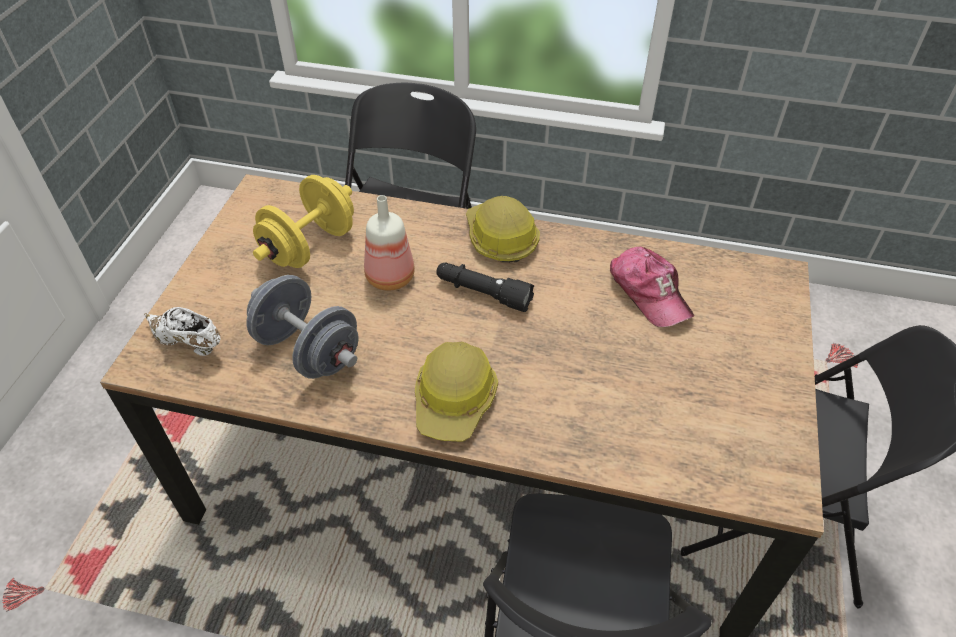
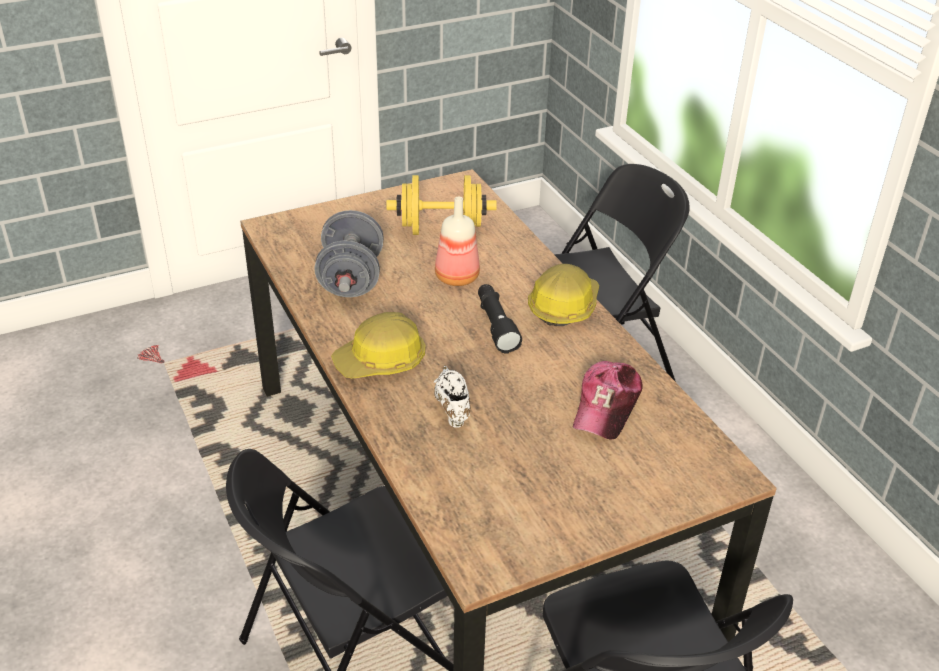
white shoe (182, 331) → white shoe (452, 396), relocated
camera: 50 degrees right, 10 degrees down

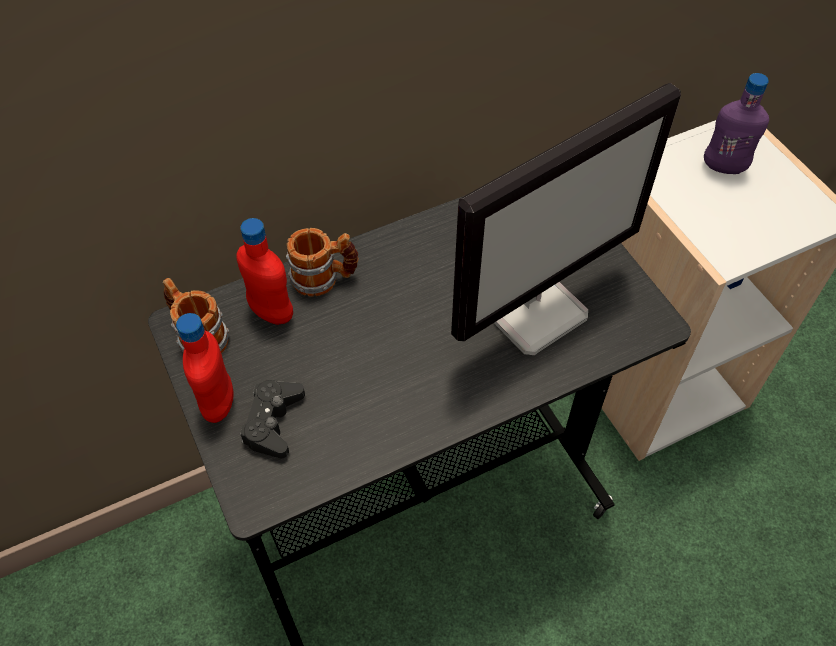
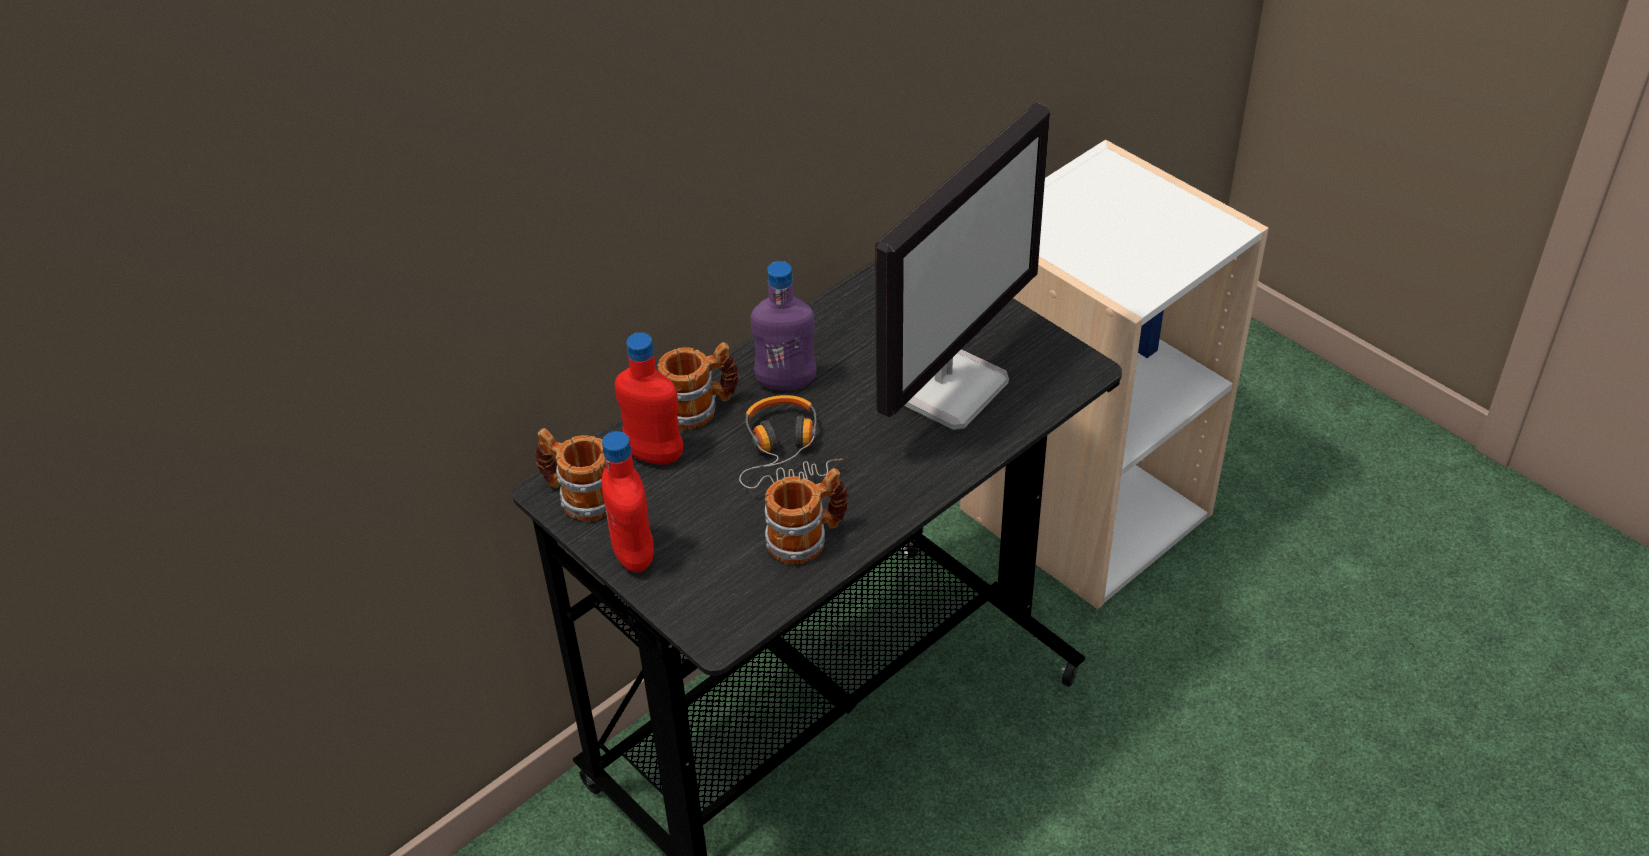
- → headphones (791, 442)
purple bottle (736, 123) → purple bottle (783, 326), relocated
- → mug (806, 516)
black game controller (272, 419) → -
camera: 15 degrees left, 10 degrees down

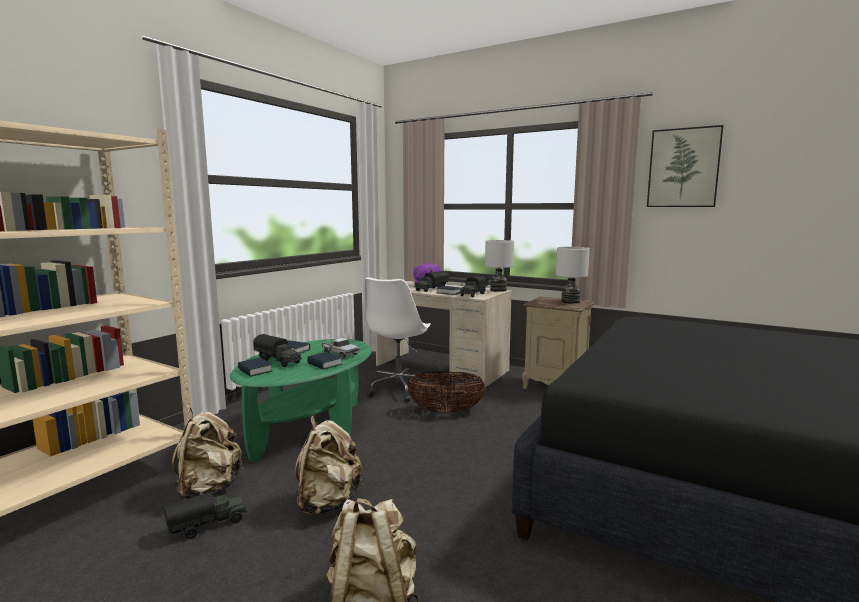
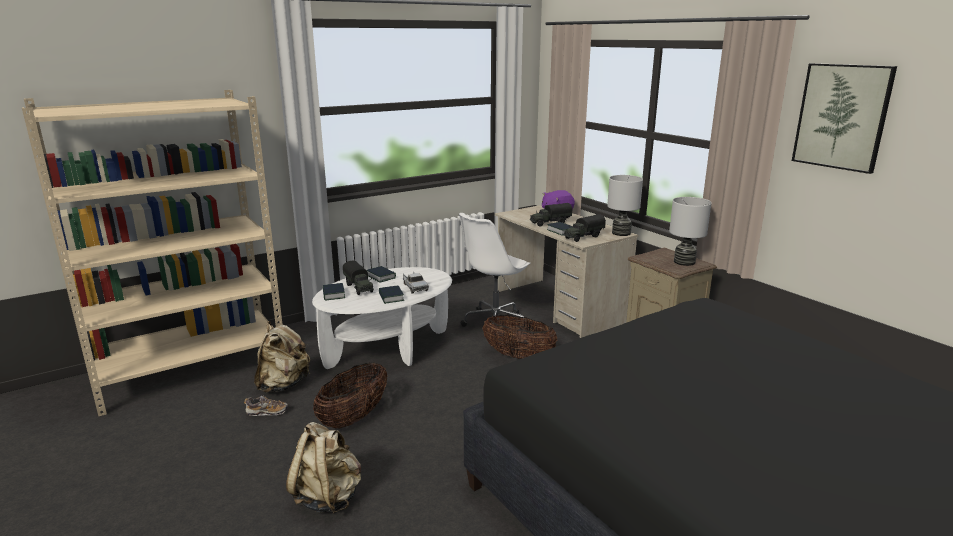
toy truck (205, 515) → shoe (266, 405)
green coffee table (301, 400) → white coffee table (382, 318)
beige backpack (329, 466) → basket (350, 396)
camera: 25 degrees right, 10 degrees up

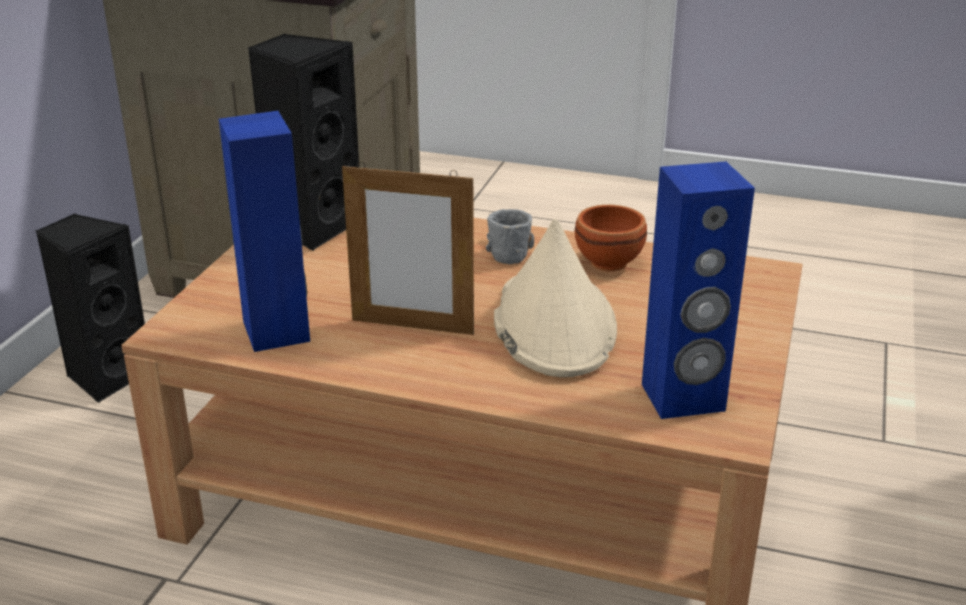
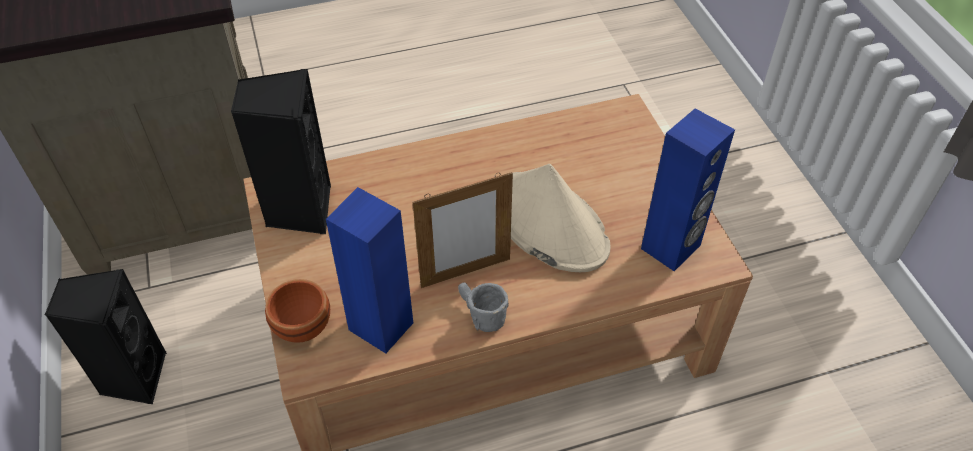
brown bowl (611, 238) → brown bowl (297, 311), relocated
grey mug (510, 236) → grey mug (483, 307), relocated
camera: 35 degrees left, 20 degrees up

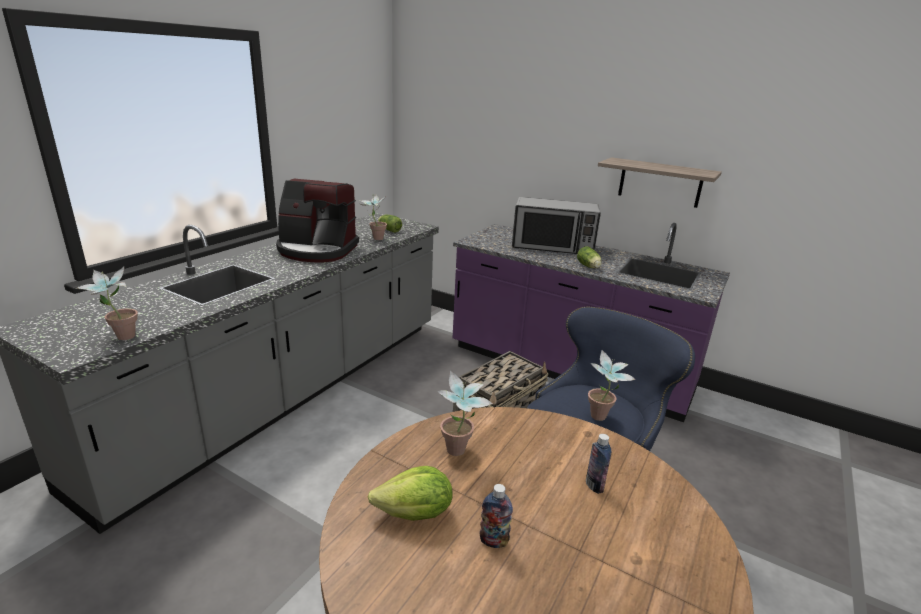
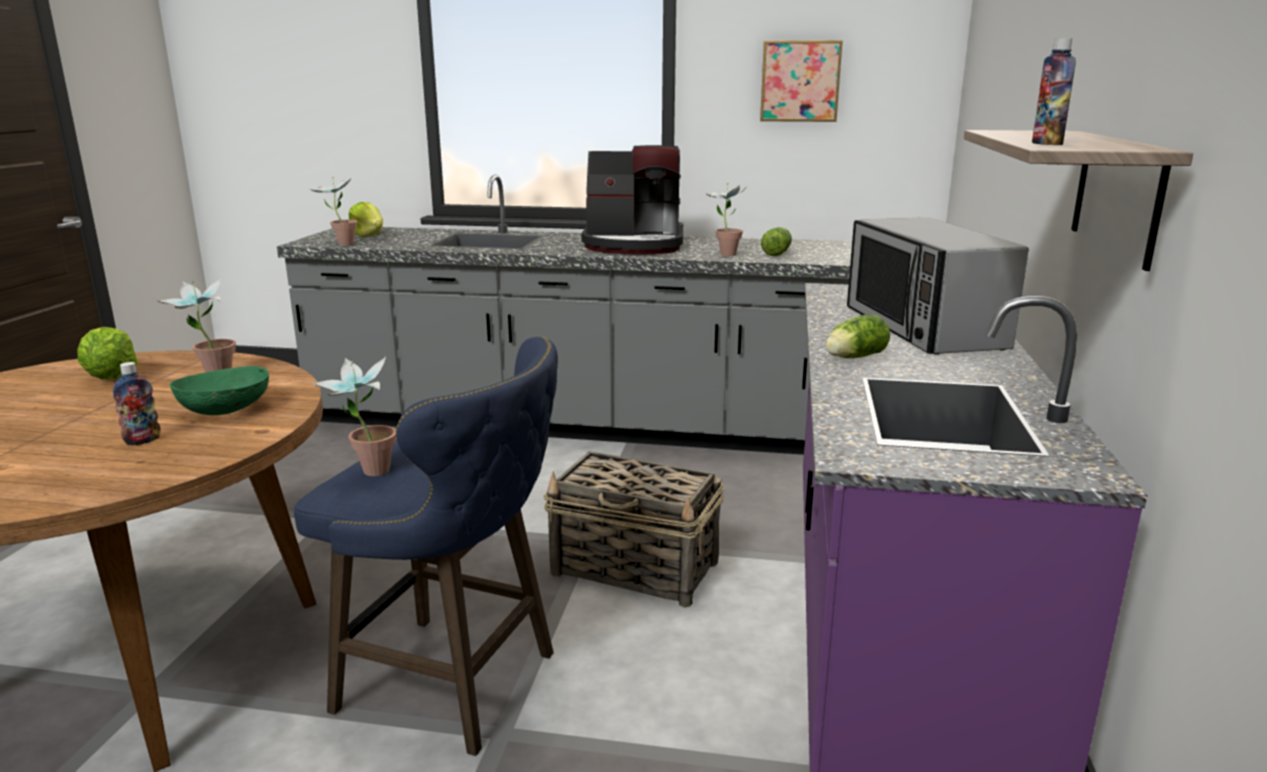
- → green bowl (219, 390)
- → lettuce (366, 219)
coffee machine (317, 221) → coffee machine (632, 199), 75 degrees counterclockwise
- → picture (801, 81)
bottle (496, 516) → bottle (1054, 91), relocated
camera: 70 degrees right, 5 degrees down

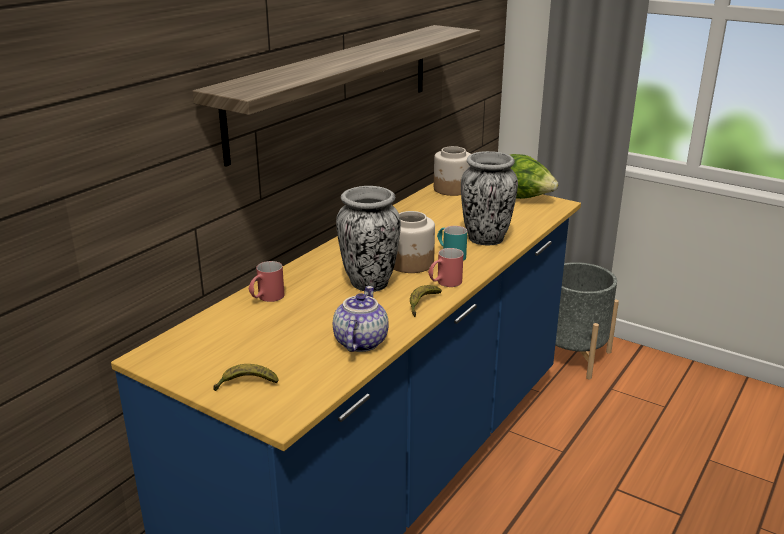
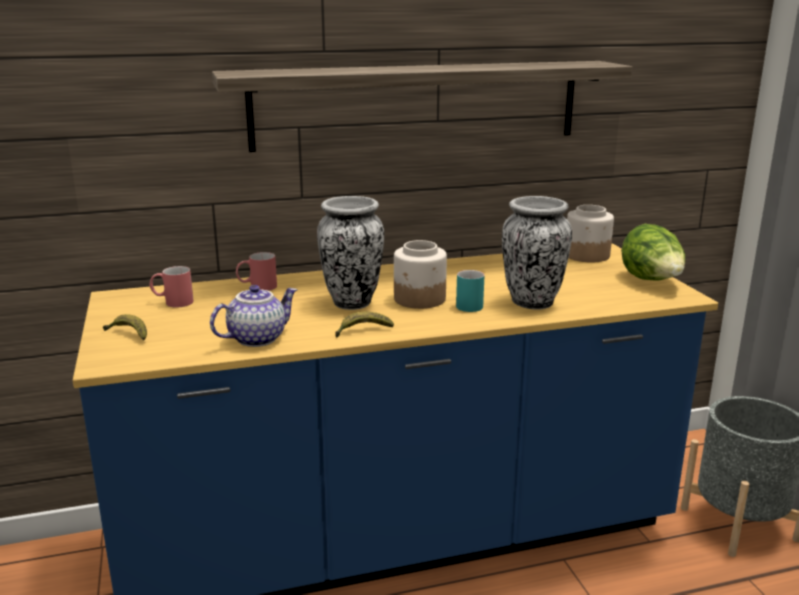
red mug (445, 267) → red mug (172, 287), relocated
camera: 40 degrees right, 5 degrees down

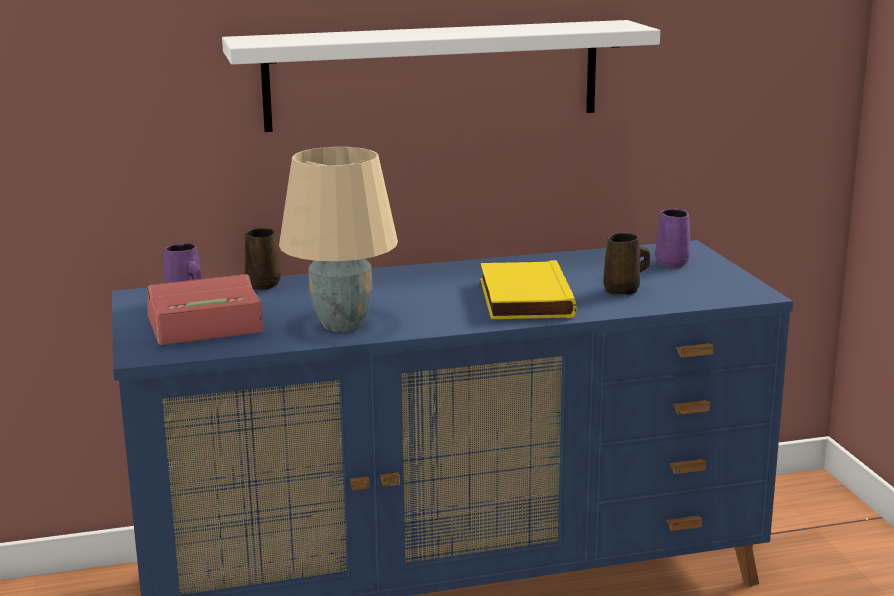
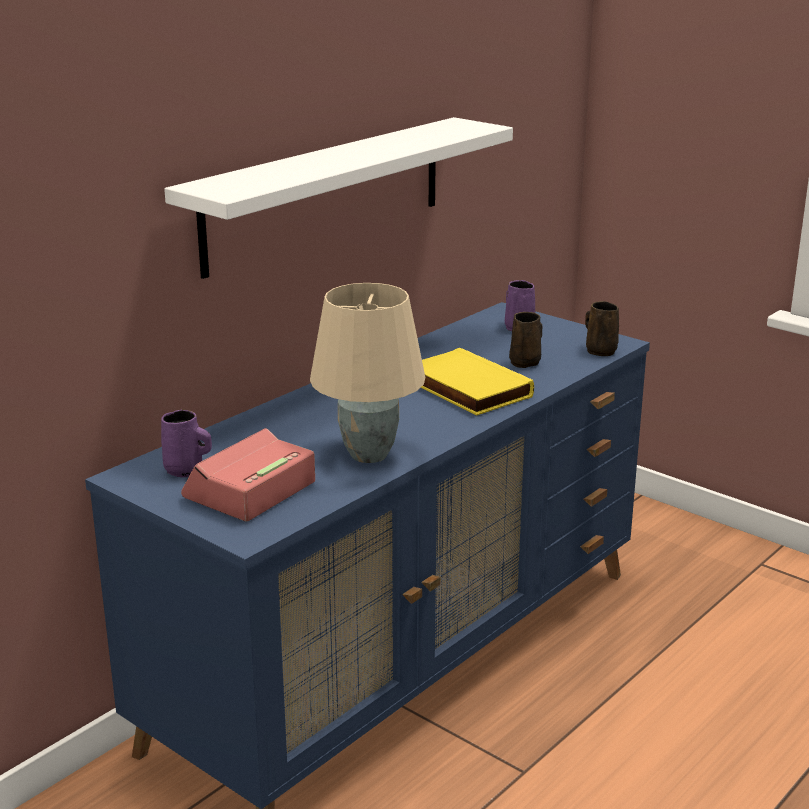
brown mug (263, 259) → brown mug (602, 328), relocated
camera: 35 degrees left, 5 degrees up

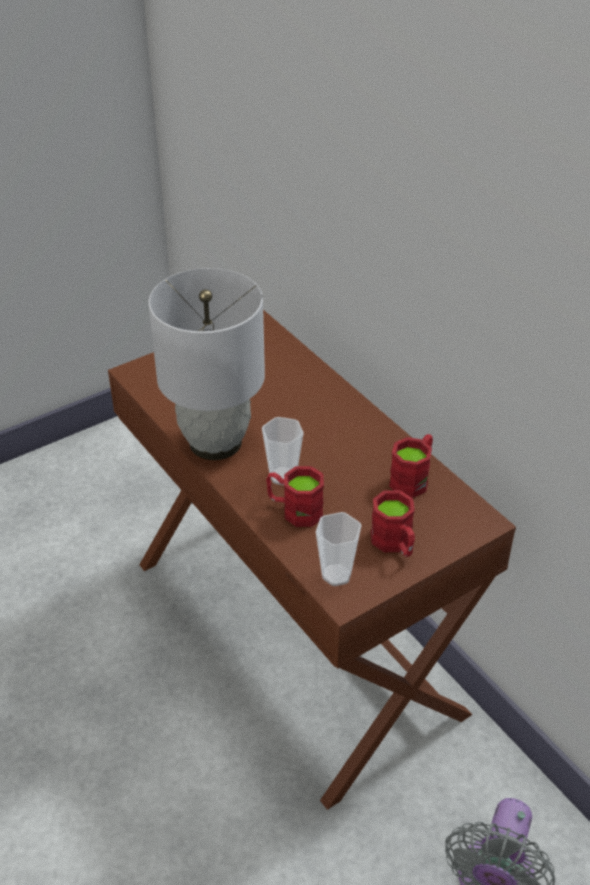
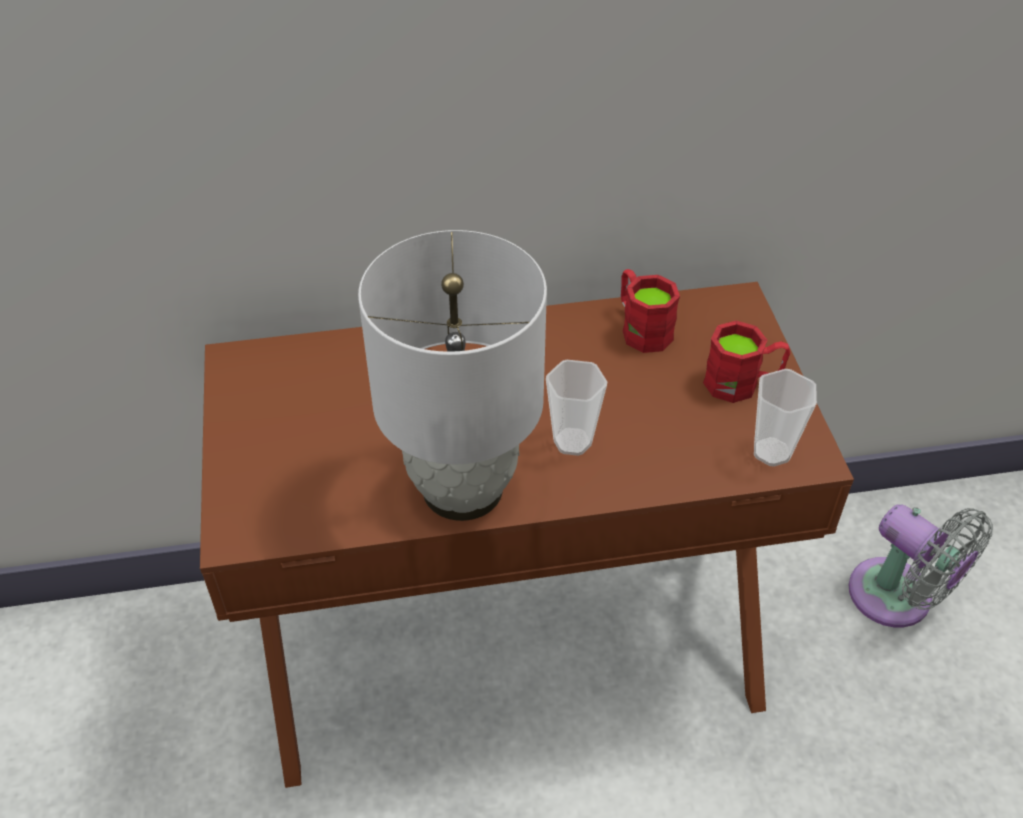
red mug (295, 496) → -
camera: 65 degrees left, 5 degrees up

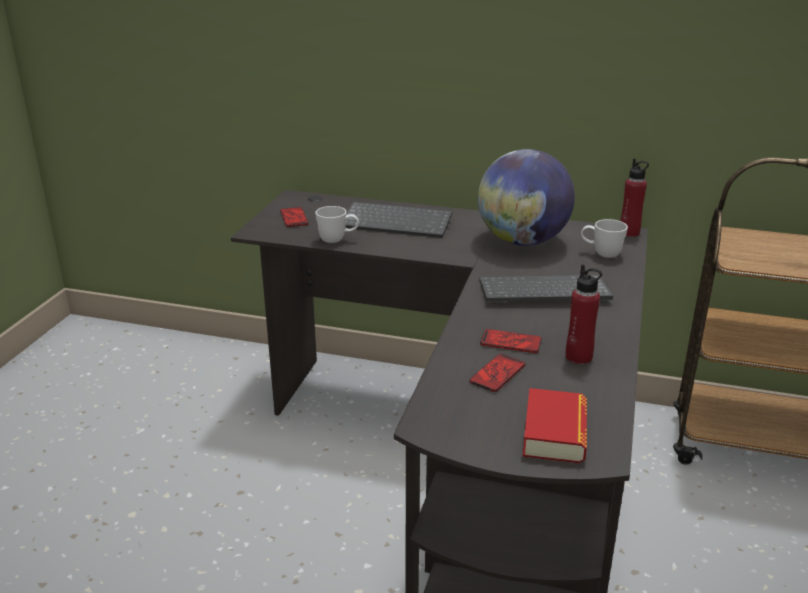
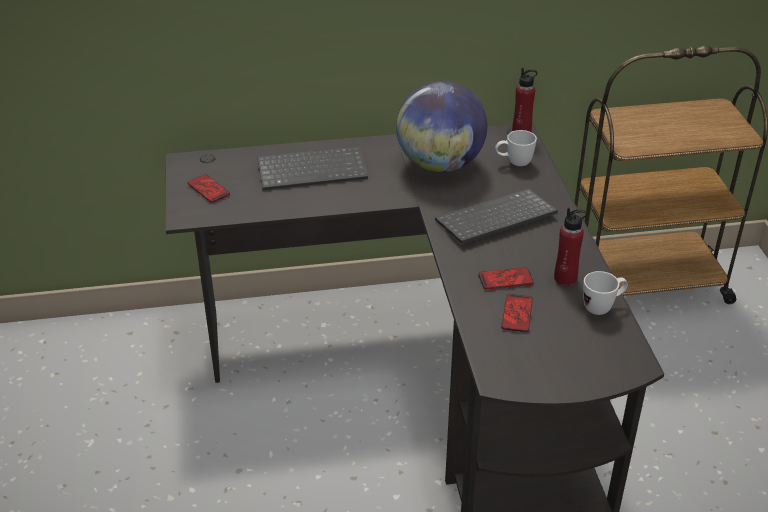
white mug (337, 224) → white mug (605, 293), relocated
book (555, 425) → -
camera: 25 degrees left, 10 degrees up

